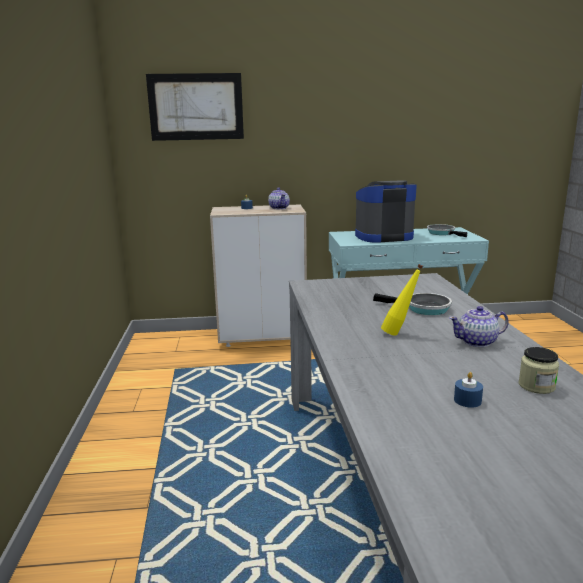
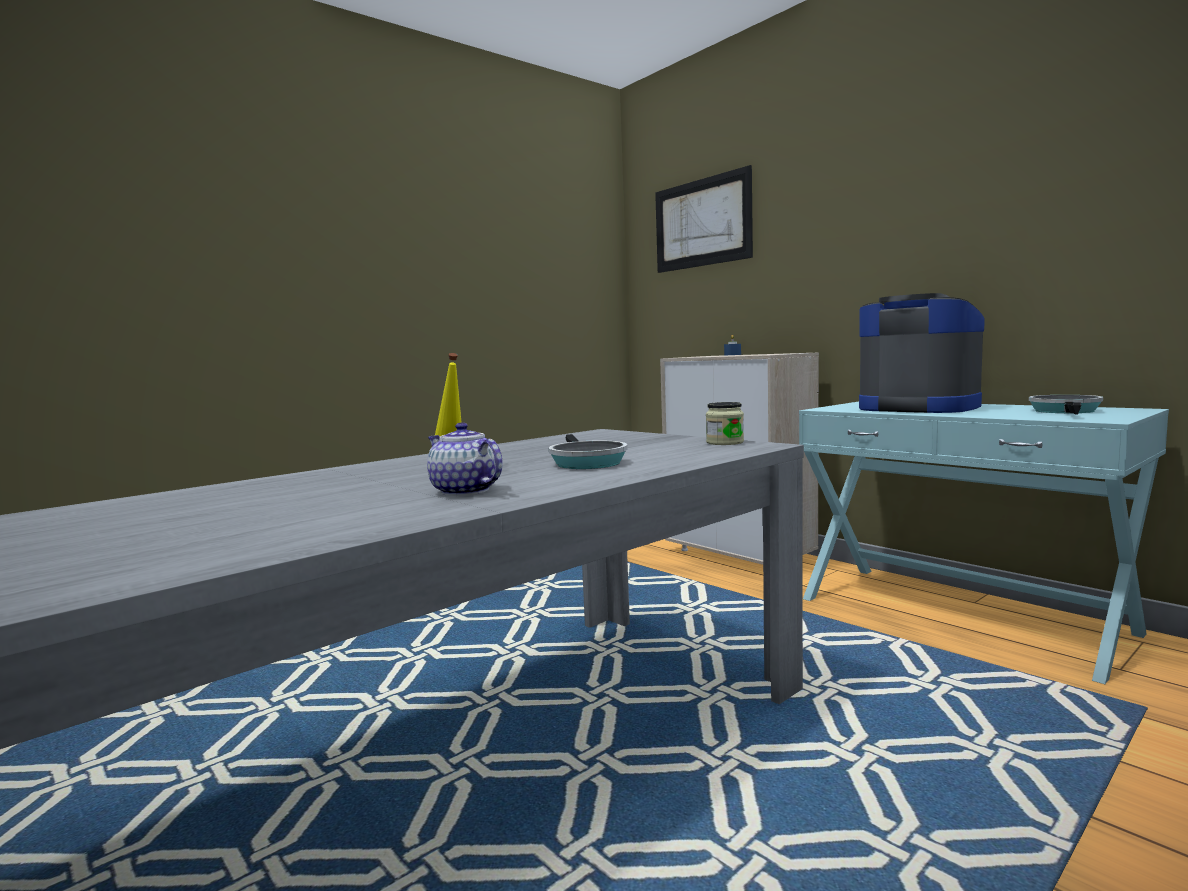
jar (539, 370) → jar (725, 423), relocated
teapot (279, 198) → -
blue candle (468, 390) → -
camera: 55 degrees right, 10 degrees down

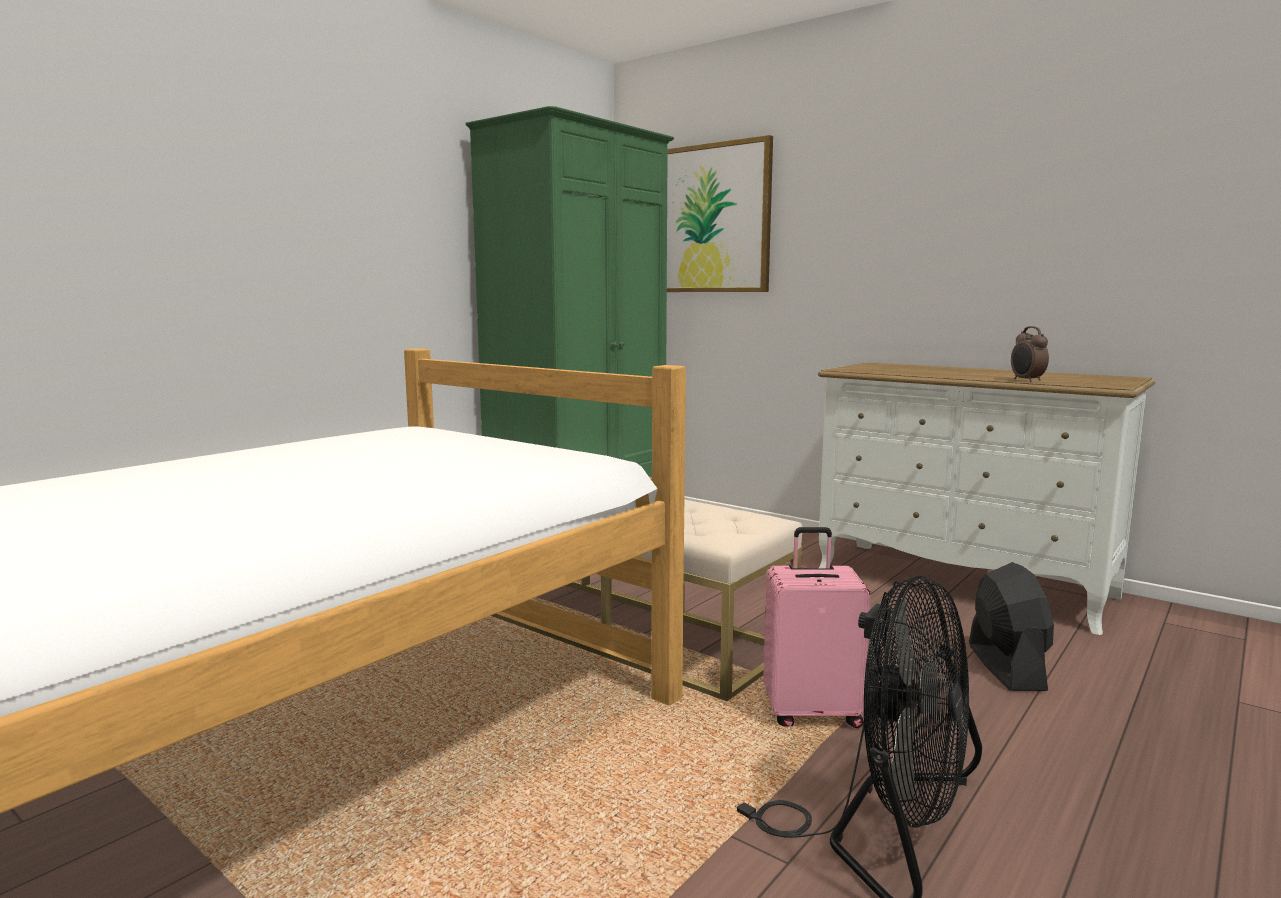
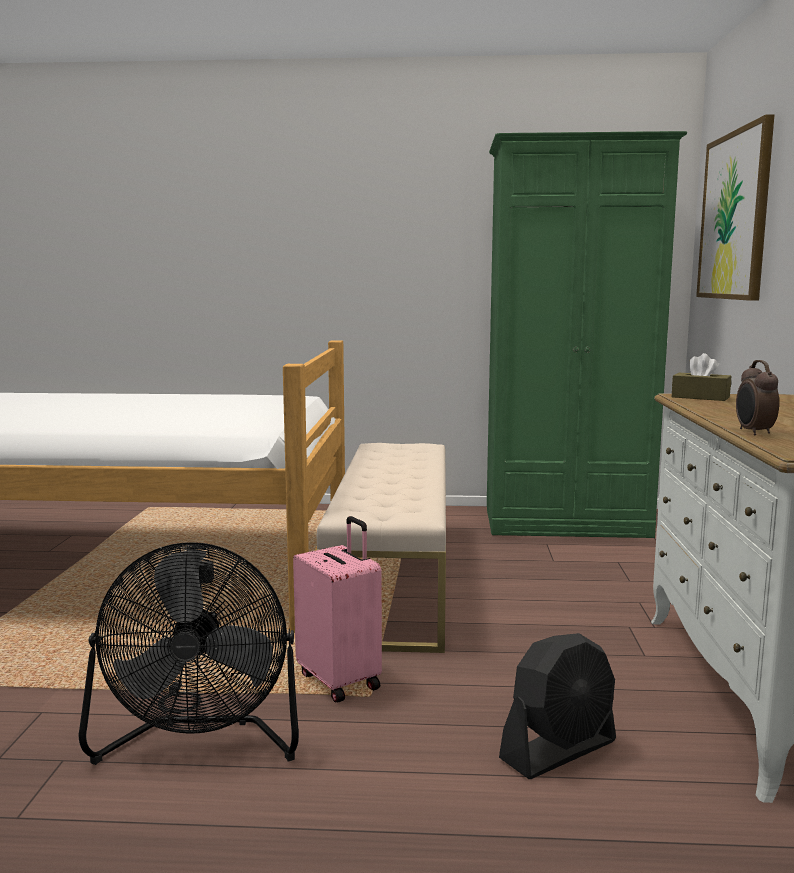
- → brown tissue box (701, 377)
alarm clock (1030, 354) → alarm clock (757, 398), 45 degrees counterclockwise
camera: 55 degrees right, 0 degrees up

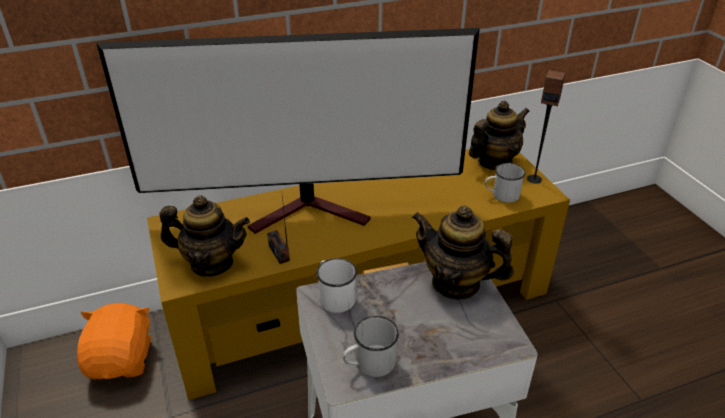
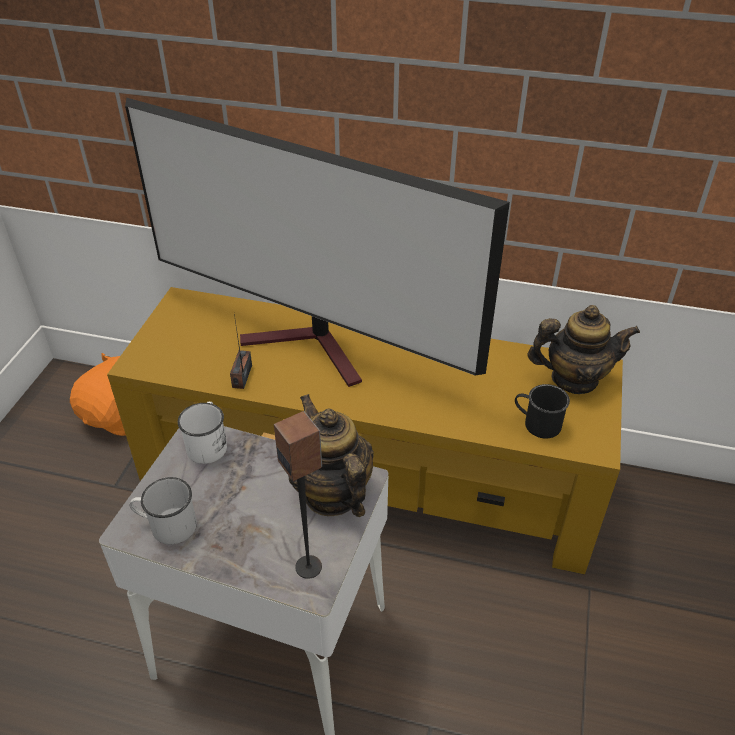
speaker (546, 127) → speaker (298, 495), relocated
white mug (505, 183) → black mug (542, 411)
teapot (205, 236) → -
camera: 35 degrees right, 5 degrees up

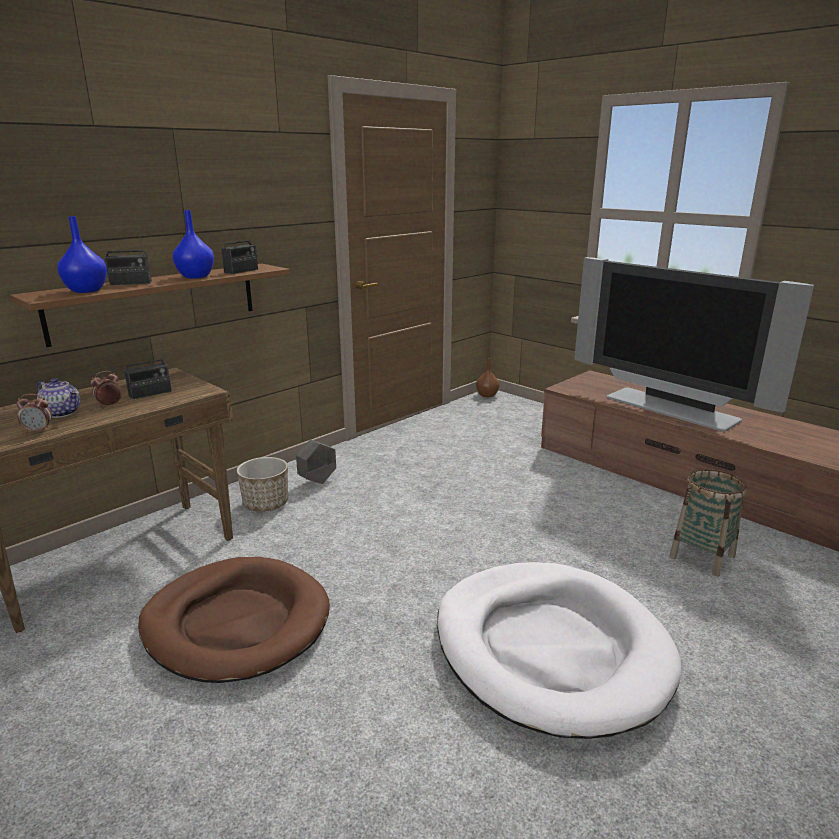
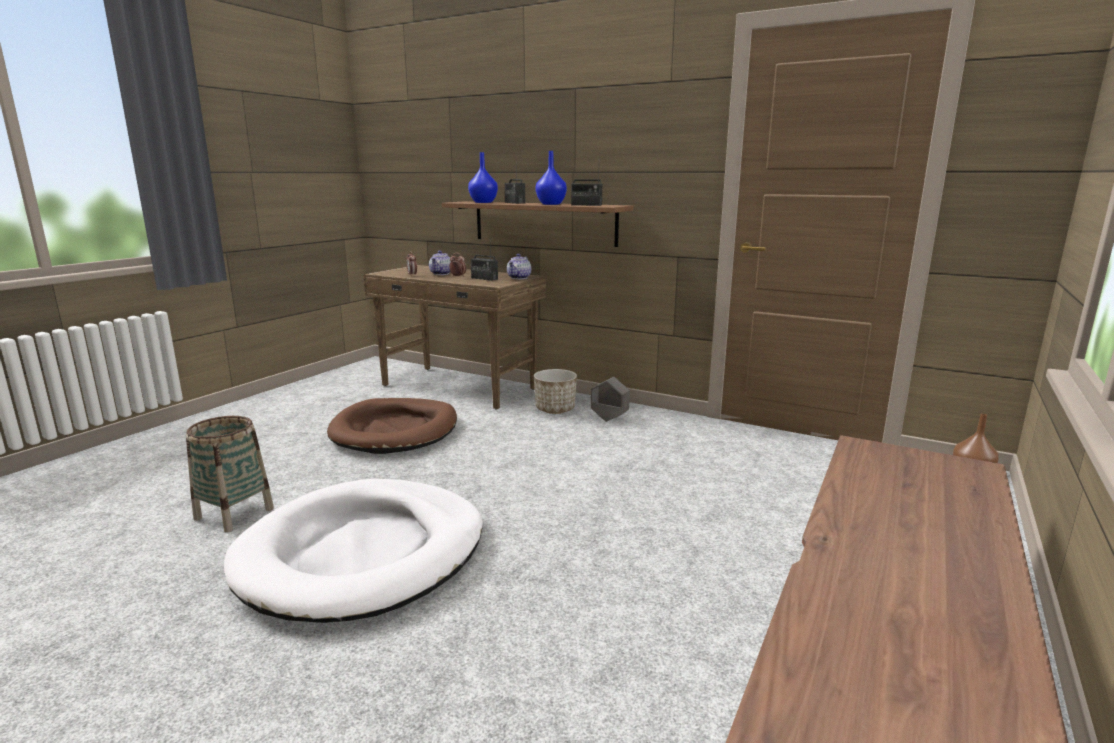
basket (708, 522) → basket (230, 474), relocated
- → teapot (519, 266)
television (694, 344) → -
camera: 75 degrees right, 5 degrees down

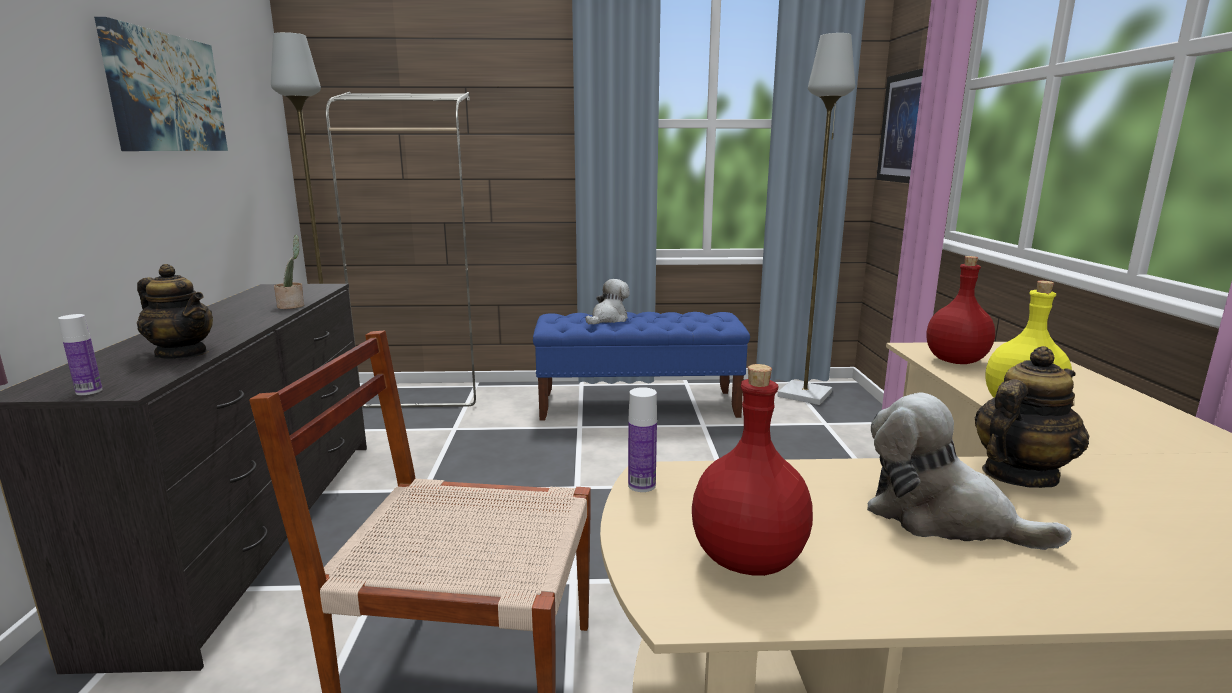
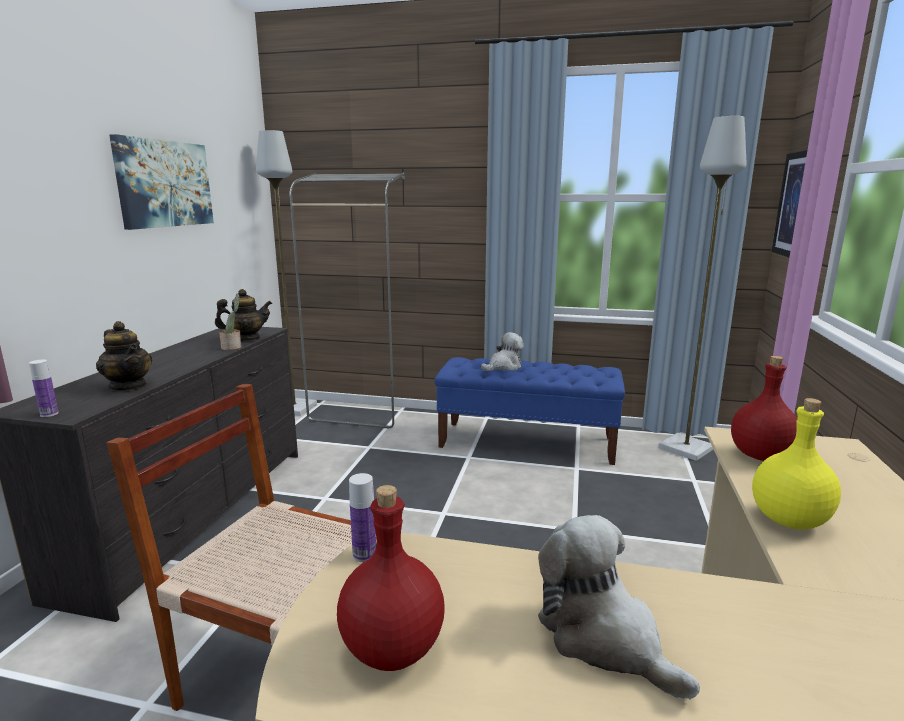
teapot (1031, 417) → teapot (243, 315), relocated
camera: 15 degrees right, 0 degrees up

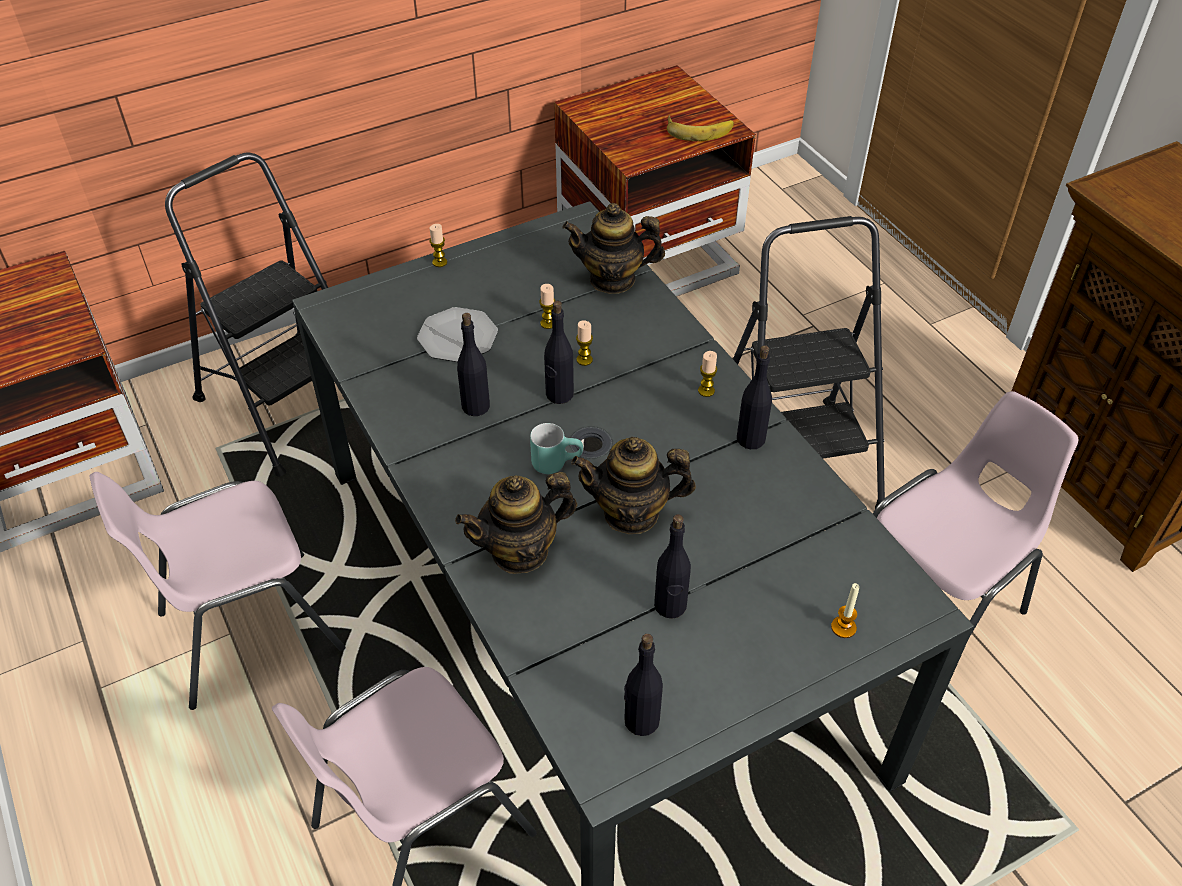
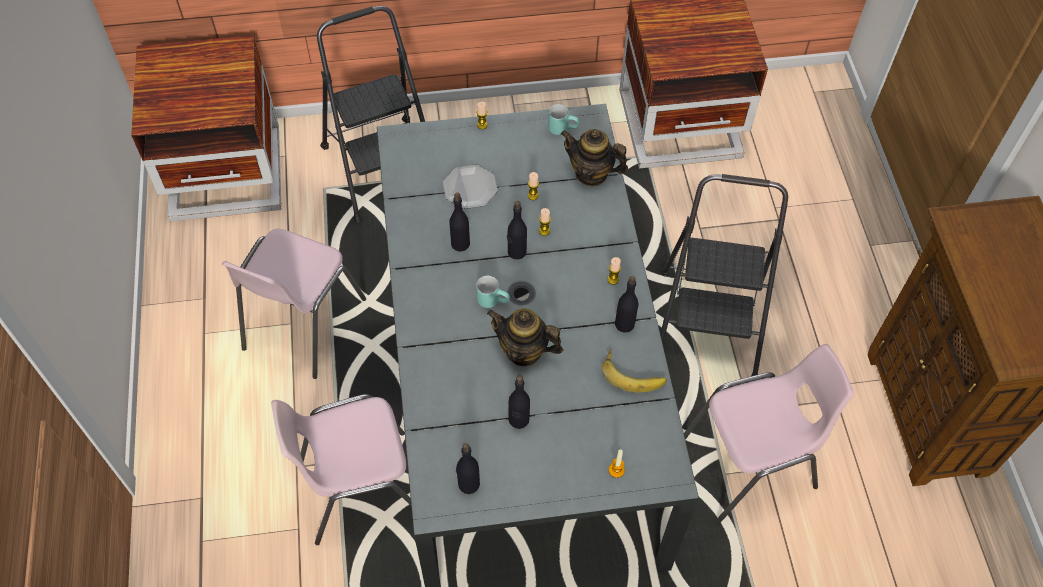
pink chair (217, 591) → pink chair (294, 304), 60 degrees counterclockwise
- → turquoise mug (563, 119)
banana (700, 128) → banana (634, 370), relocated
teapot (516, 523) → -
camera: 20 degrees right, 10 degrees up

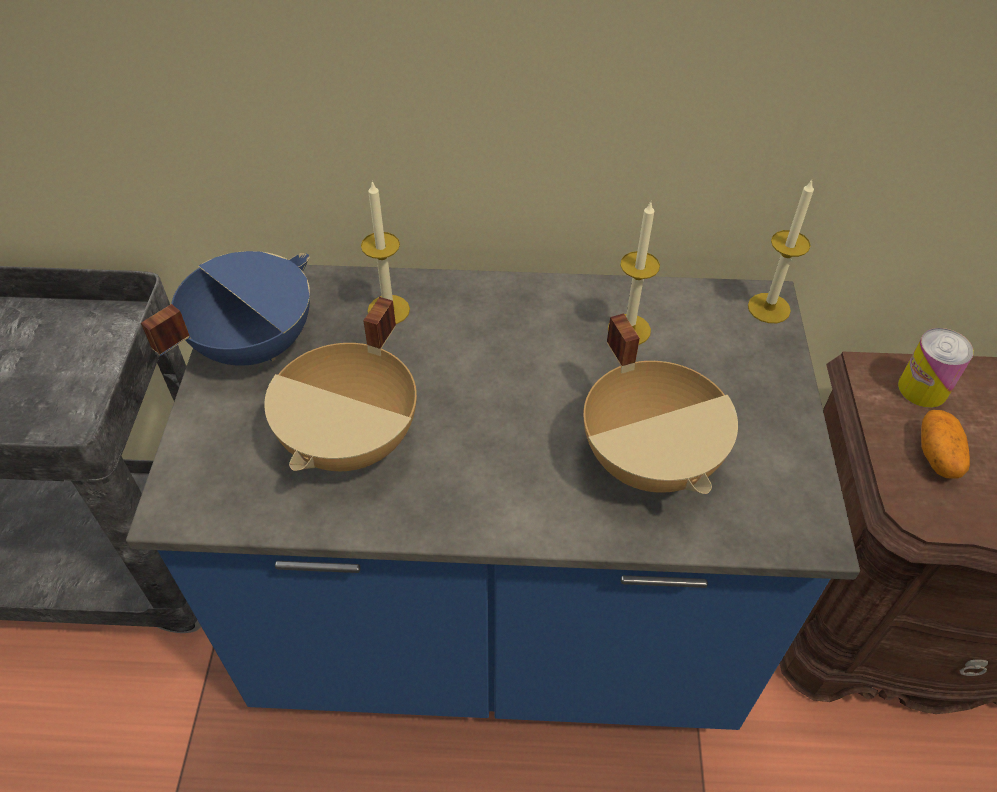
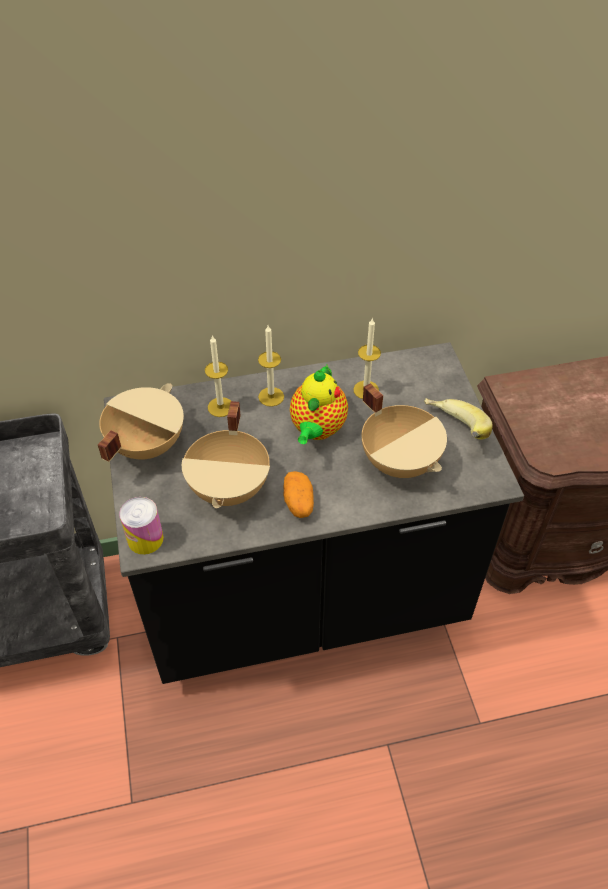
blue cooking pot (225, 308) → beige cooking pot (141, 422)
blue counter (493, 497) → black counter (314, 513)
can (936, 368) → can (141, 526), relocated
candle (781, 251) → candle (271, 366), relocated
potato (945, 444) → potato (299, 494), relocated
- → teapot (319, 404)
- → banana (458, 419)
camera: 15 degrees left, 0 degrees up

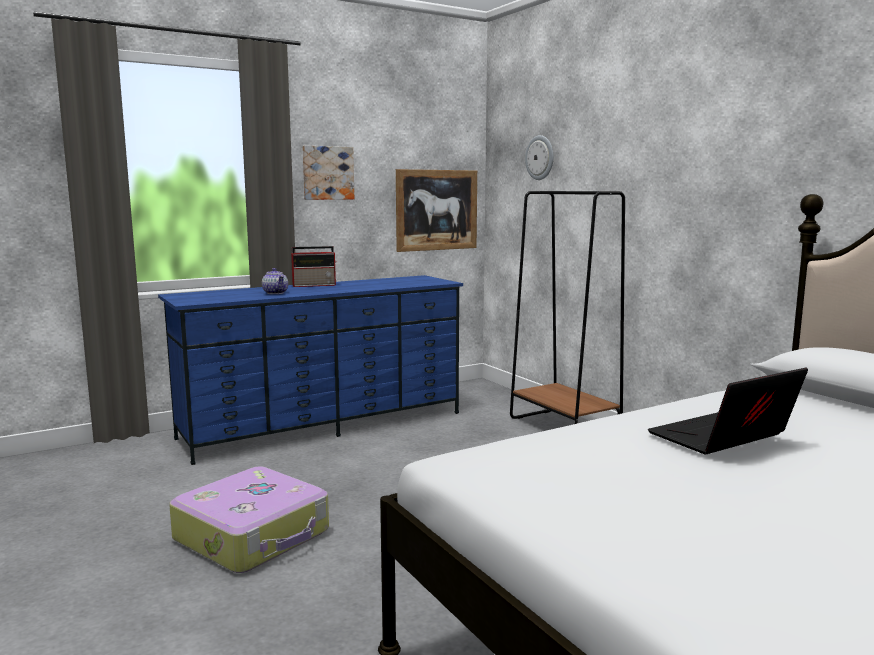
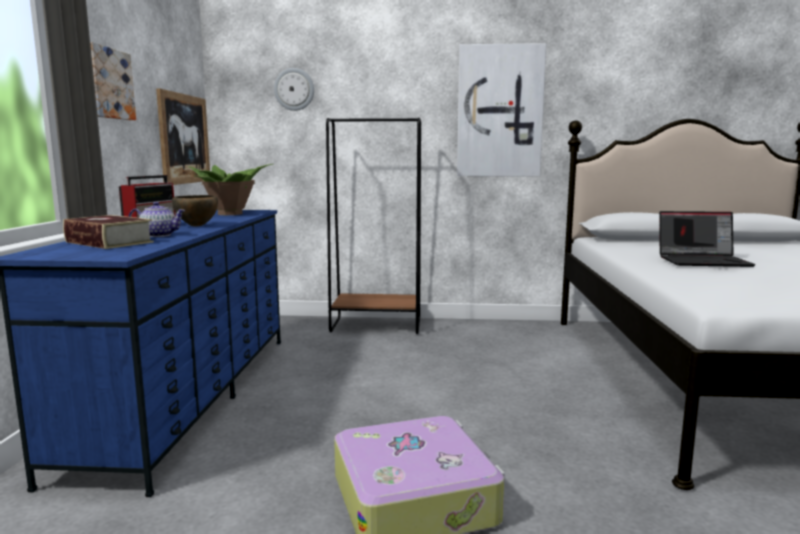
- → book (108, 232)
- → brown bowl (195, 211)
- → potted plant (230, 189)
- → picture (501, 109)
laptop (727, 410) → laptop (707, 239), 90 degrees counterclockwise
camera: 55 degrees left, 0 degrees up

